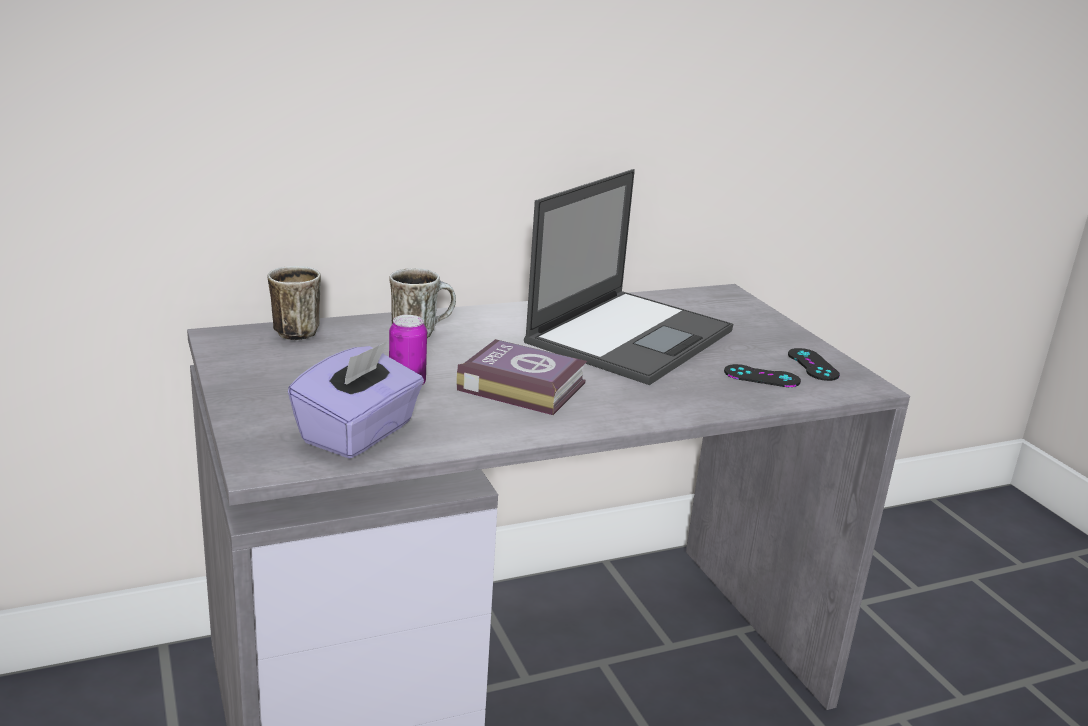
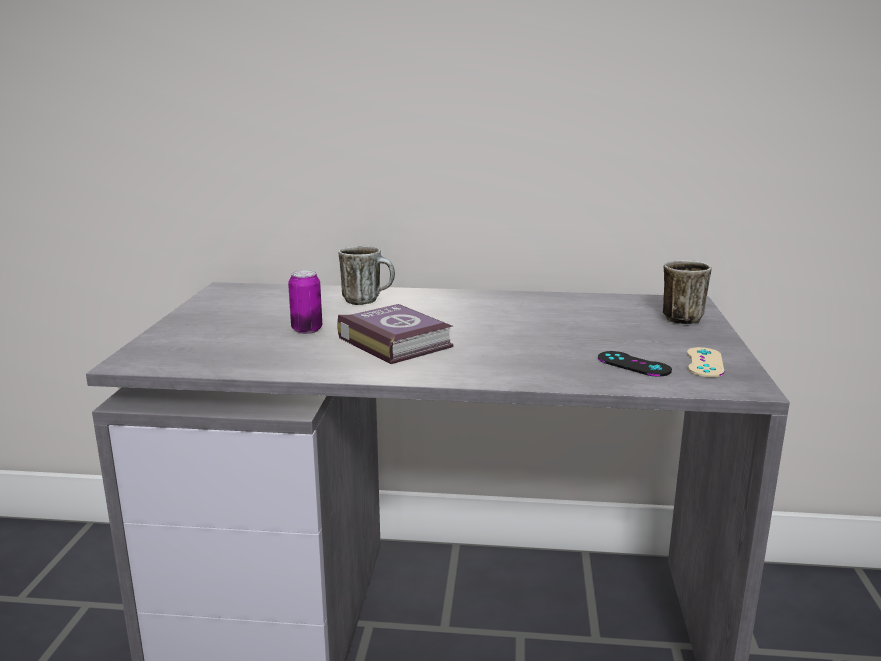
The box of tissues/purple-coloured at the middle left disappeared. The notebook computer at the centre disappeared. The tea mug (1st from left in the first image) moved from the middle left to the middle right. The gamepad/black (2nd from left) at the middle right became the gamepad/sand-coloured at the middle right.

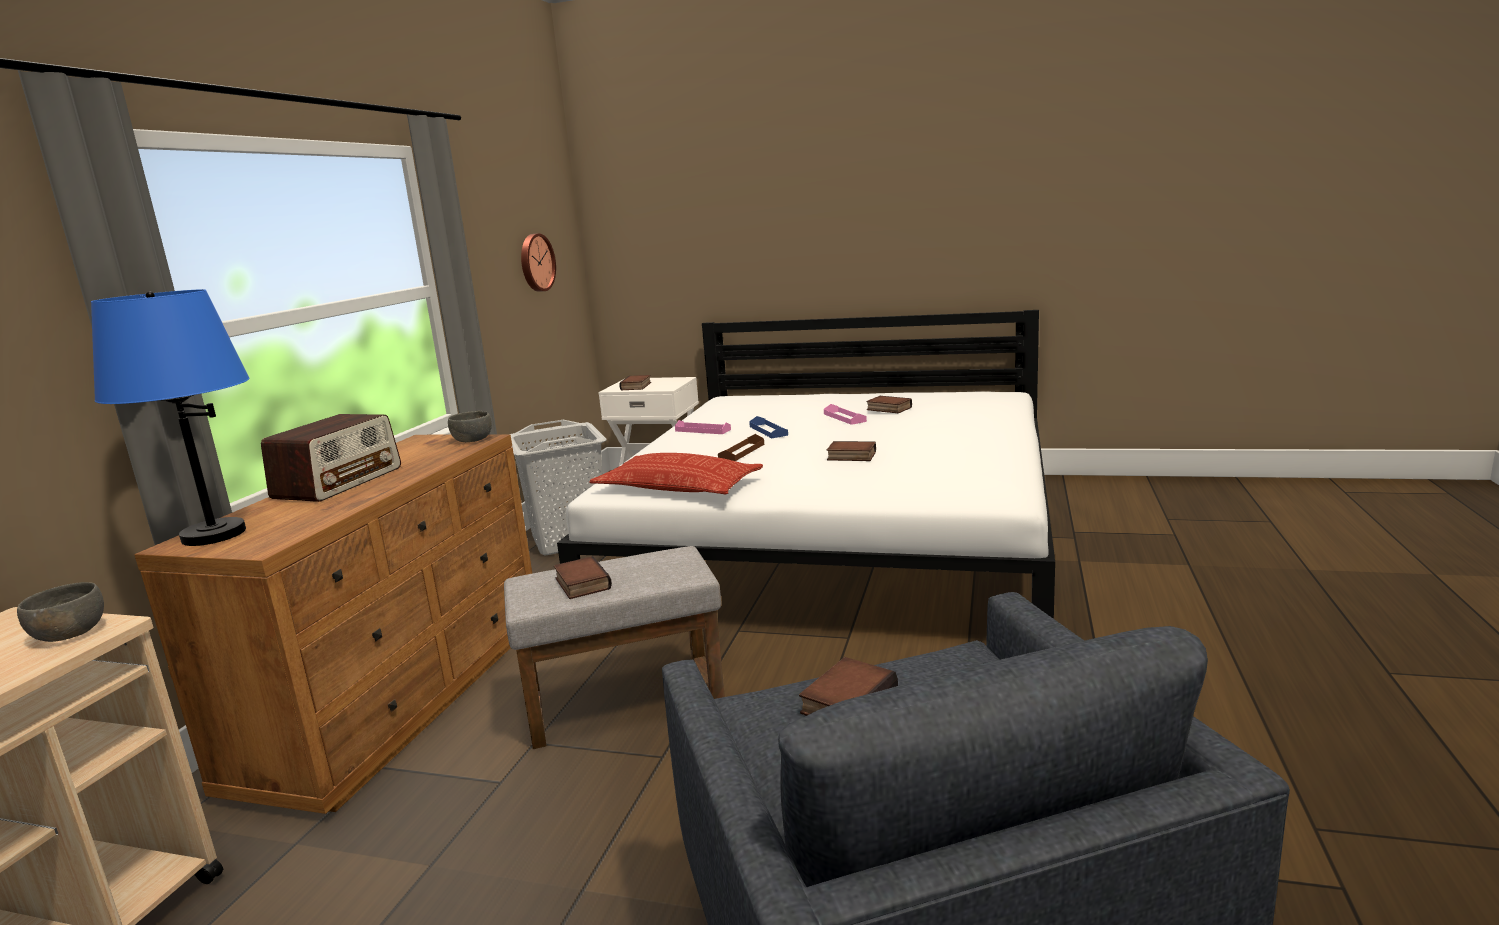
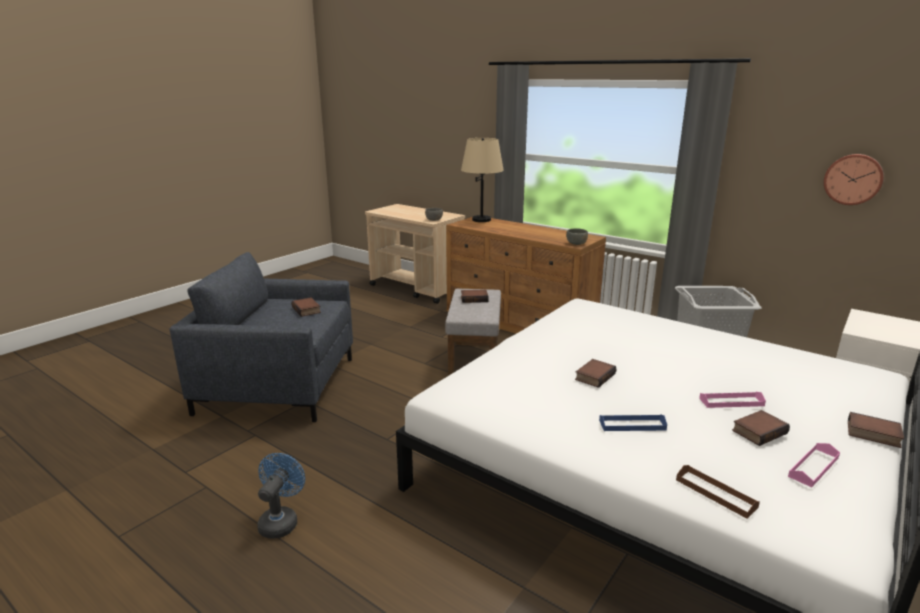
The radio receiver at the middle left disappeared. The pillow at the centre disappeared. The electric fan/bluish at the bottom left appeared. The bound book (2nd from left in the first image) moved from the centre to the bottom right. The serving tray/pinkish (1st from left in the first image) moved from the centre to the bottom right. The serving tray/brownish moved from the centre to the bottom right. The serving tray/bluish moved from the centre to the bottom right. The table lamp/bluish at the middle left became the table lamp/sand-coloured at the top centre.

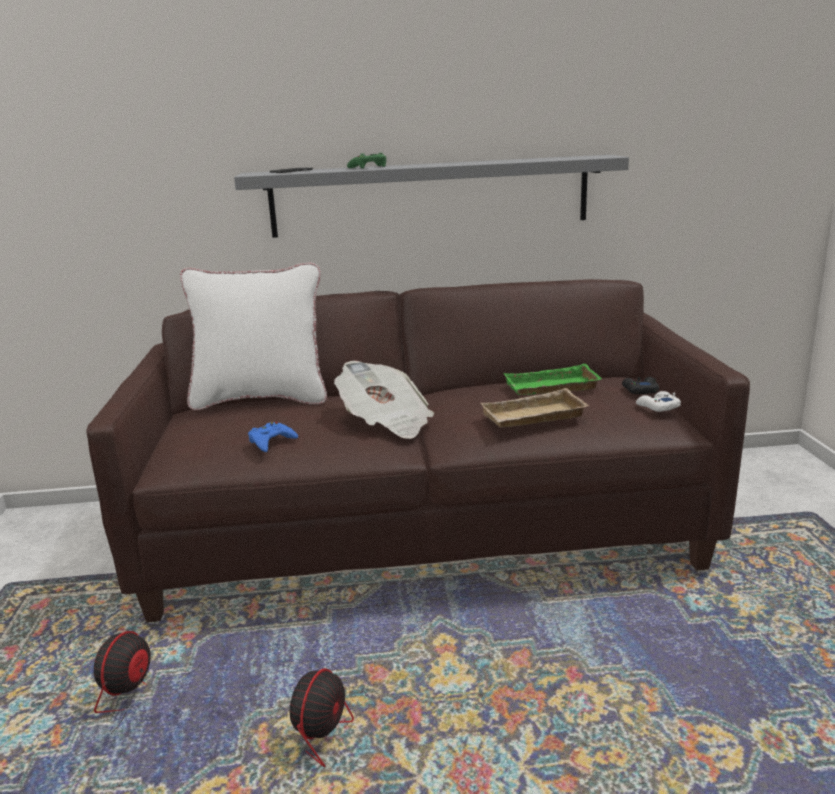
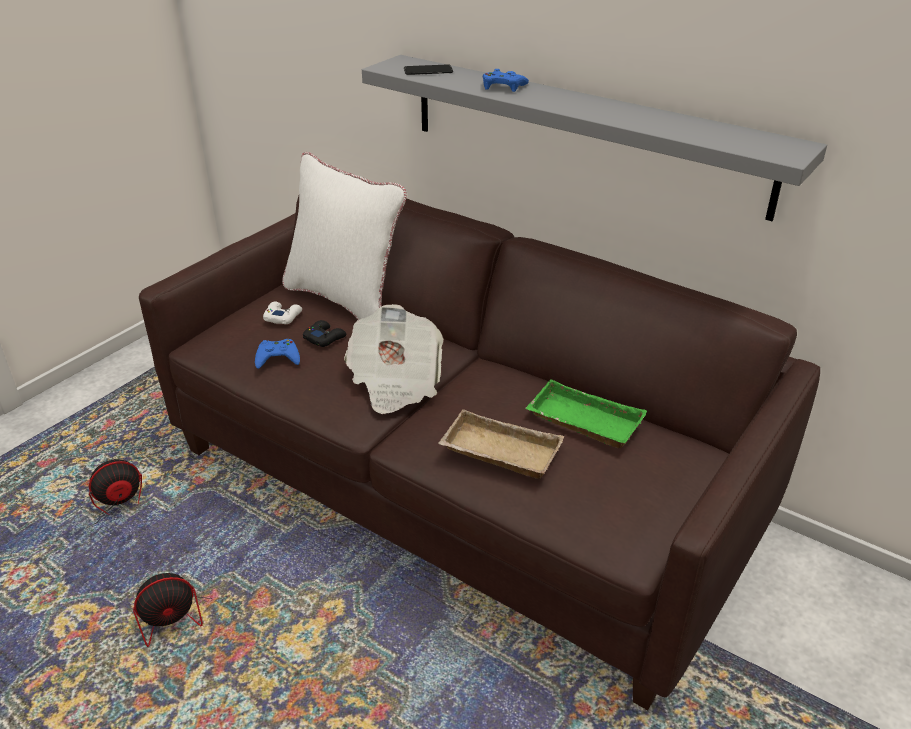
The gamepad/black moved from the middle right to the centre. The gamepad/white moved from the middle right to the middle left. The gamepad/green at the top centre became the gamepad/bluish (2nd from left) at the top centre.

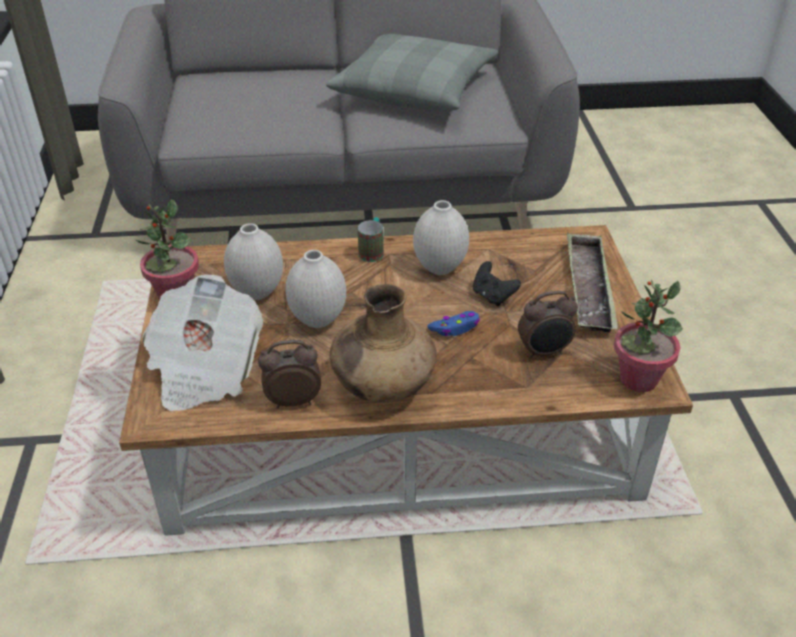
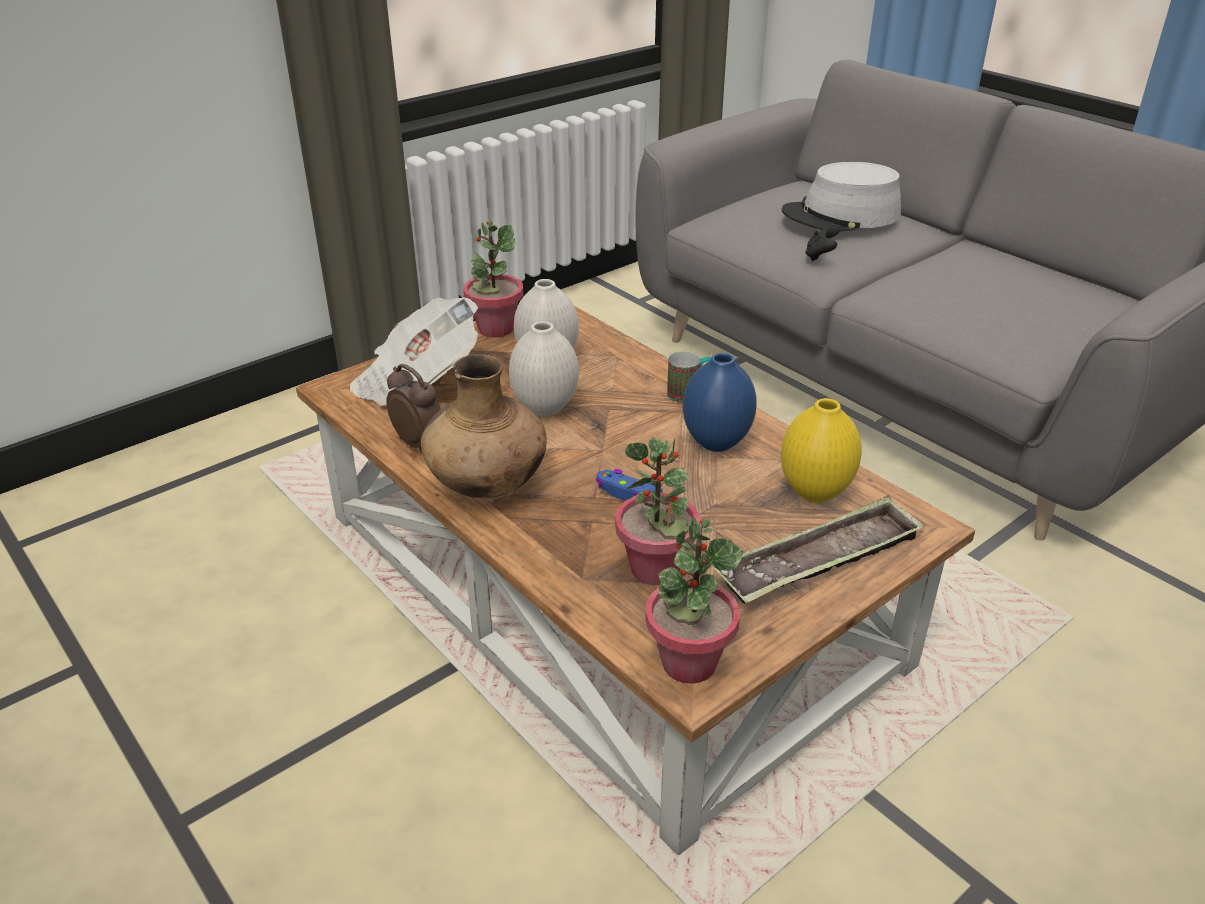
The pillow/grey at the top centre disappeared. The hat/grey at the top right appeared. The decorative vase/yellow-coloured at the middle right appeared. The gamepad/black moved from the centre to the top right. The table clock (2nd from left) at the middle right was replaced by the plant in a pot (2nd from left) at the centre. The decorative vase/white (3rd from left) at the centre became the decorative vase/bluish at the centre.

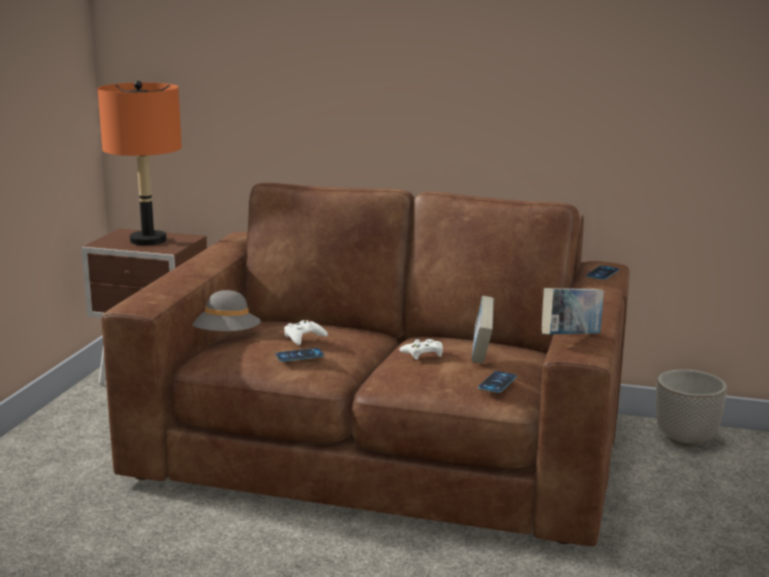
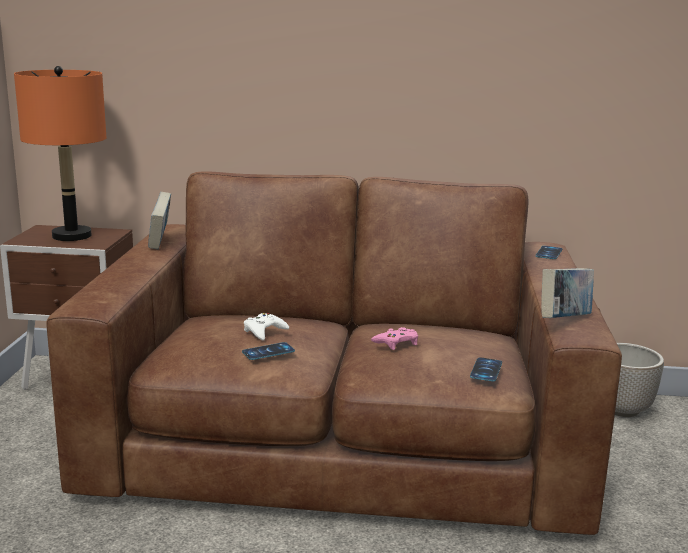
The hat/grey at the middle left disappeared. The bound book (1st from left) moved from the centre to the middle left. The gamepad/white (2nd from left) at the centre became the gamepad/pinkish at the centre.

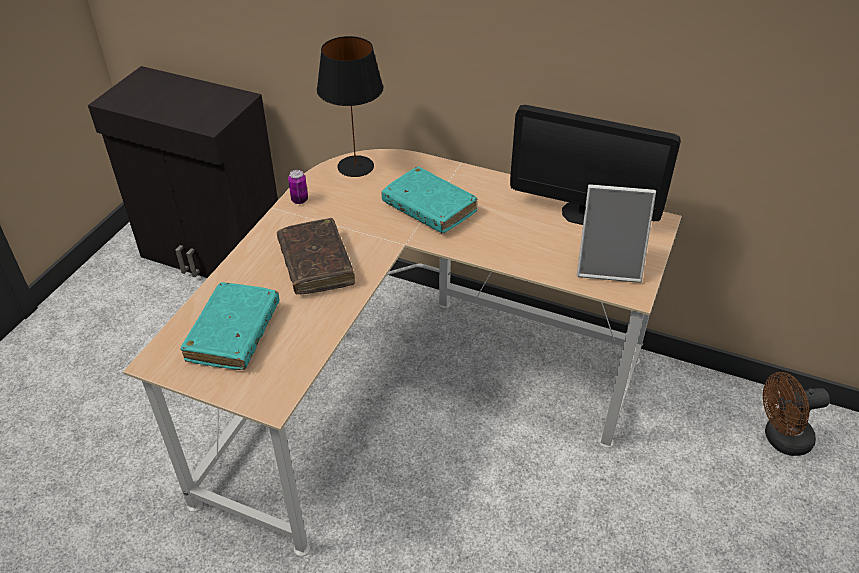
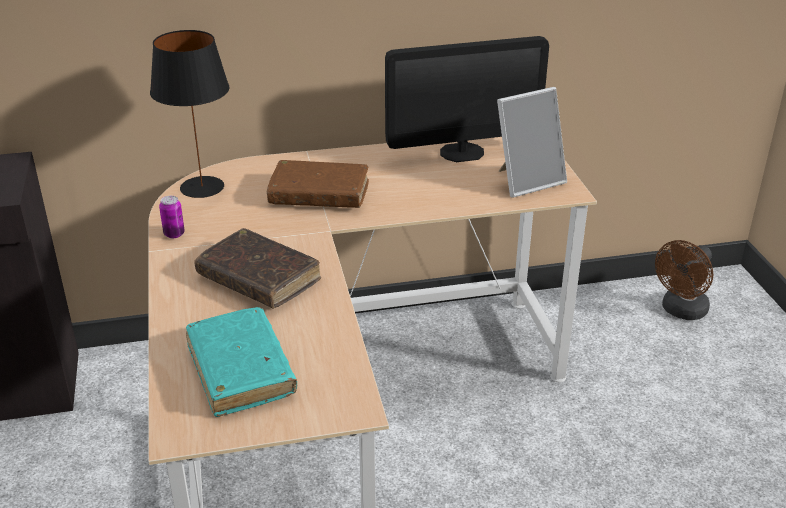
The bound book/turquoise (2nd from left) at the centre became the bound book/brownish (2nd from left) at the centre.

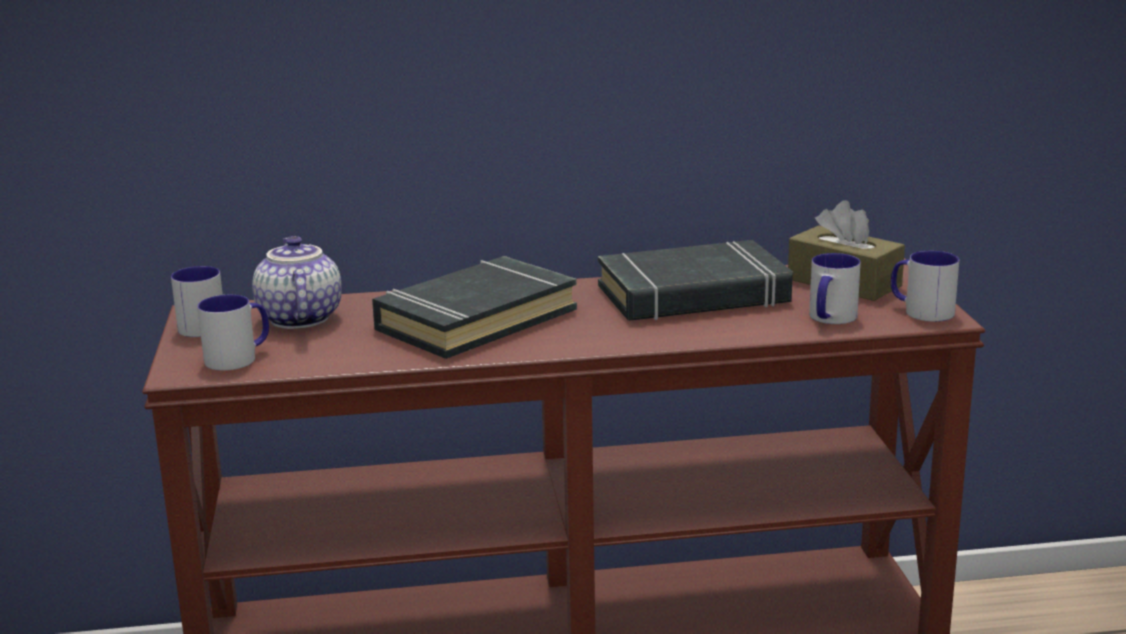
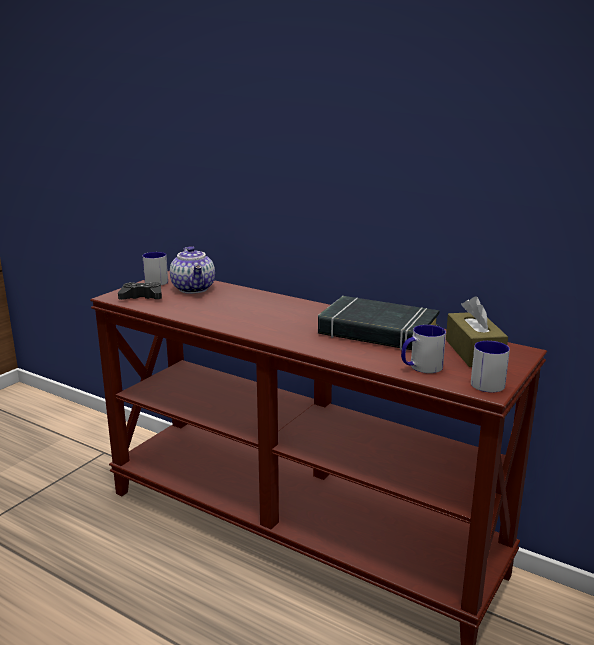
The bound book/black (1st from left) at the centre disappeared. The tea mug (2nd from left) at the middle left was replaced by the gamepad/black at the middle left. The teapot at the middle left turned 135 degrees clockwise.

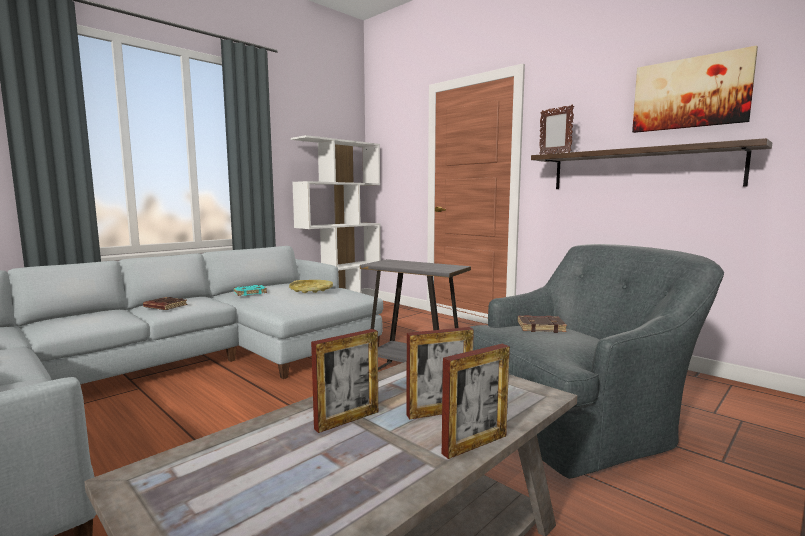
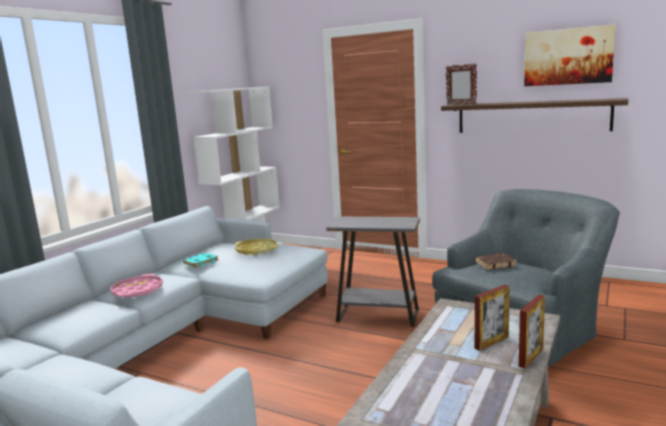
The photo frame (1st from left) at the bottom centre disappeared. The bound book/brownish (1st from left) at the middle left was replaced by the serving tray/pinkish at the bottom left.

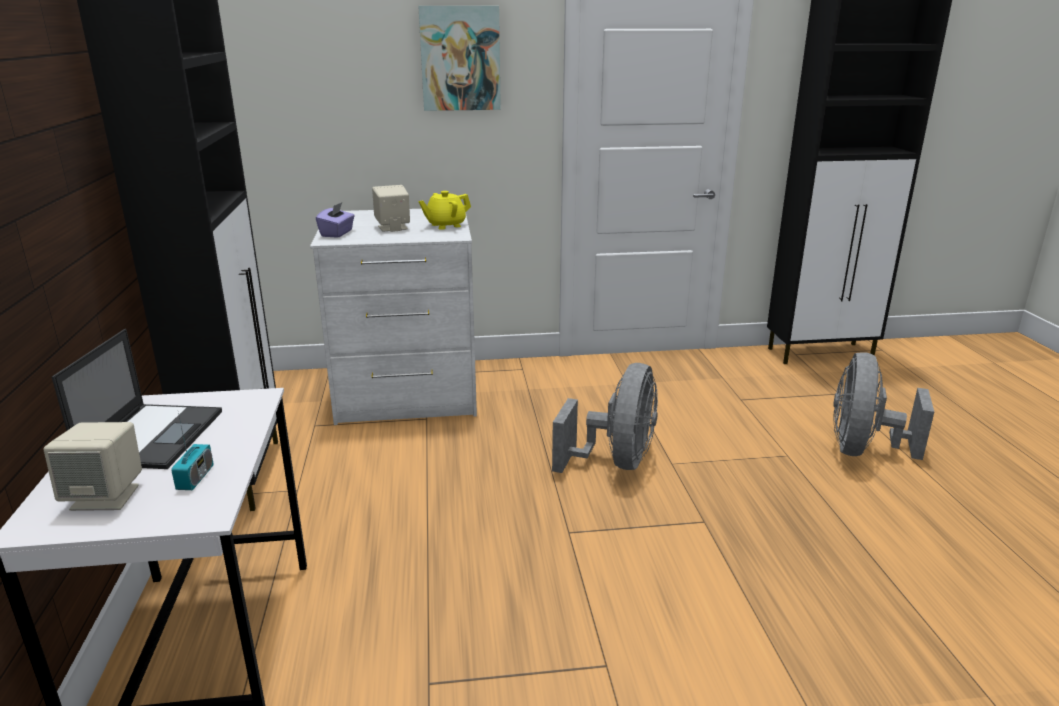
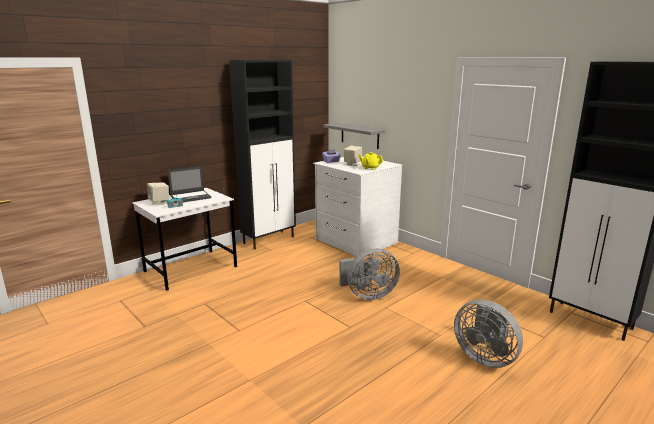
The wall art at the top centre disappeared. The shelf/grey at the top centre appeared. The electric fan/grey (2nd from left) at the middle right turned 120 degrees counterclockwise.

